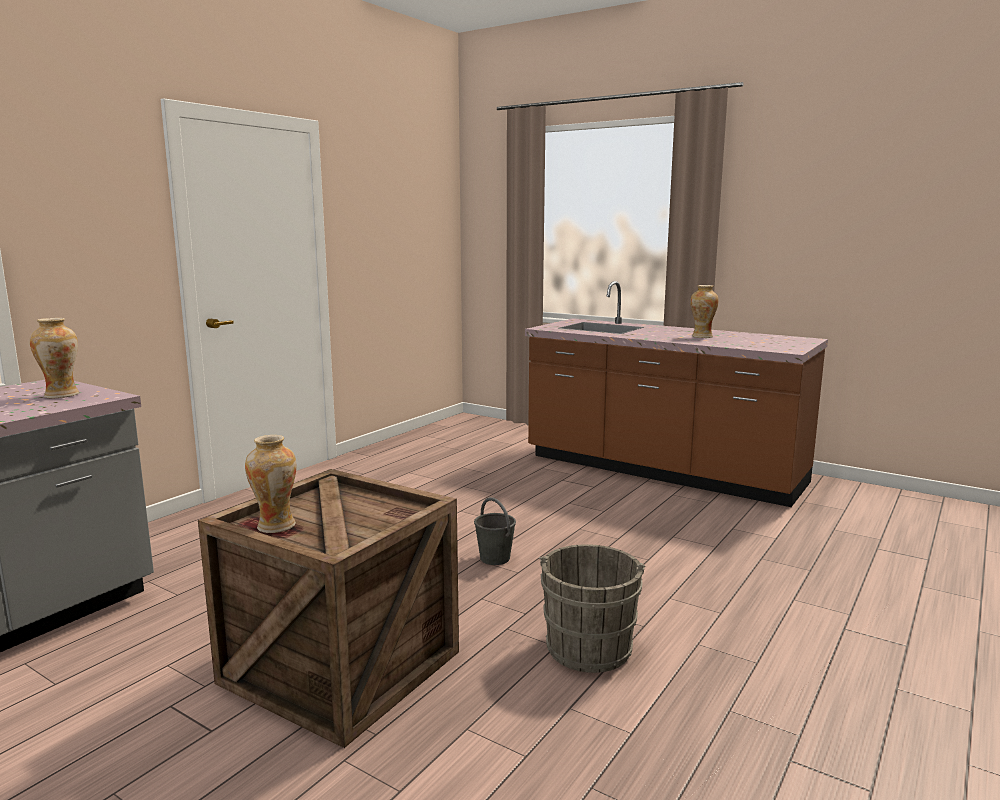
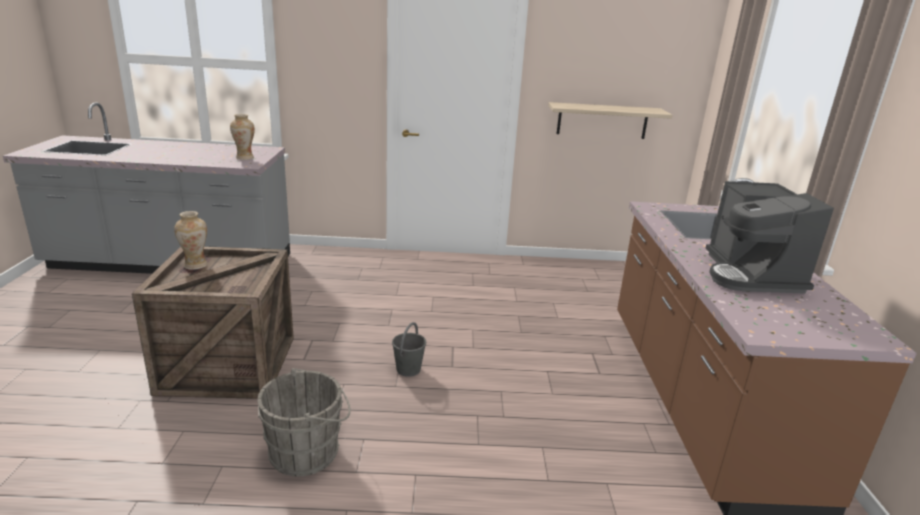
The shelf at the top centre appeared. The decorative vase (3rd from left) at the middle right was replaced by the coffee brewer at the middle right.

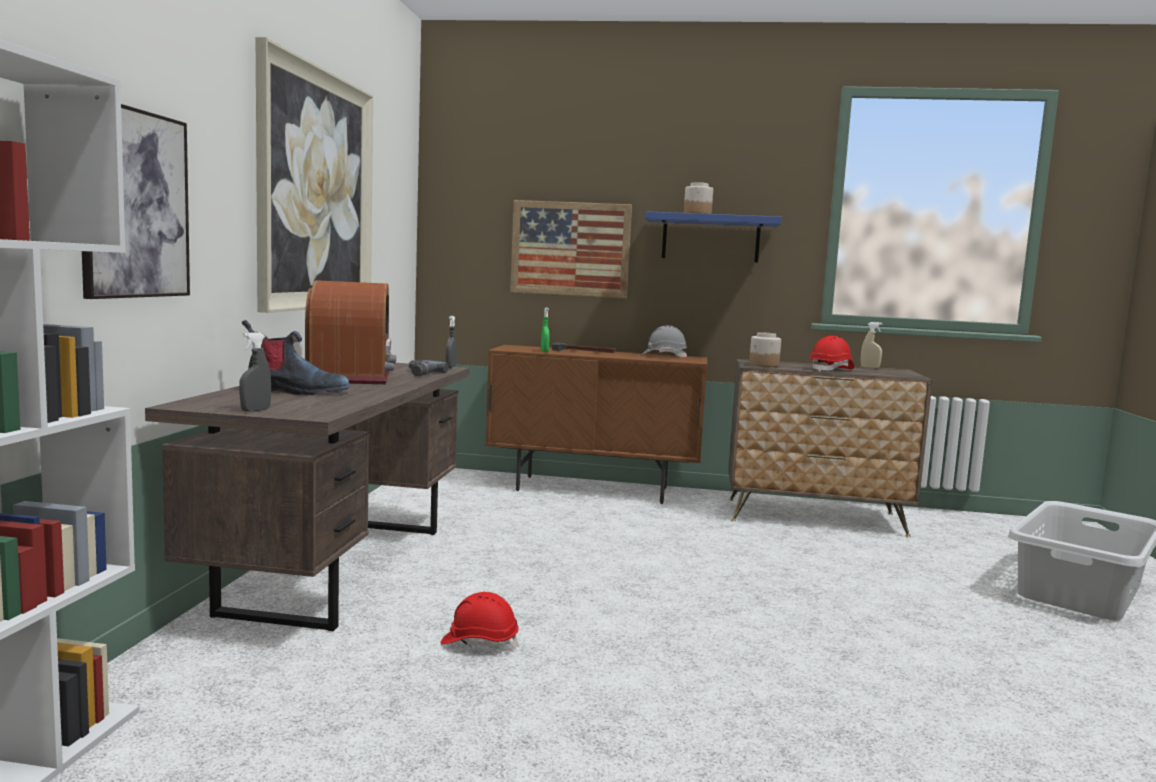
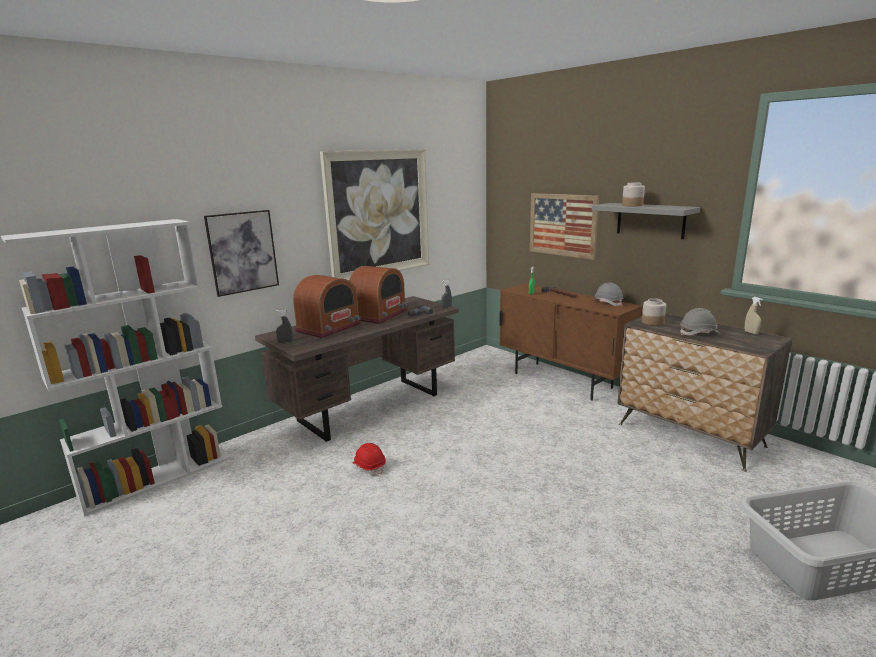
The boot at the middle left was replaced by the radio receiver (1st from left) at the centre. The shelf/bluish at the top centre became the shelf/grey at the middle right. The hard hat/reddish (2nd from left) at the middle right became the hard hat/grey (2nd from left) at the middle right.

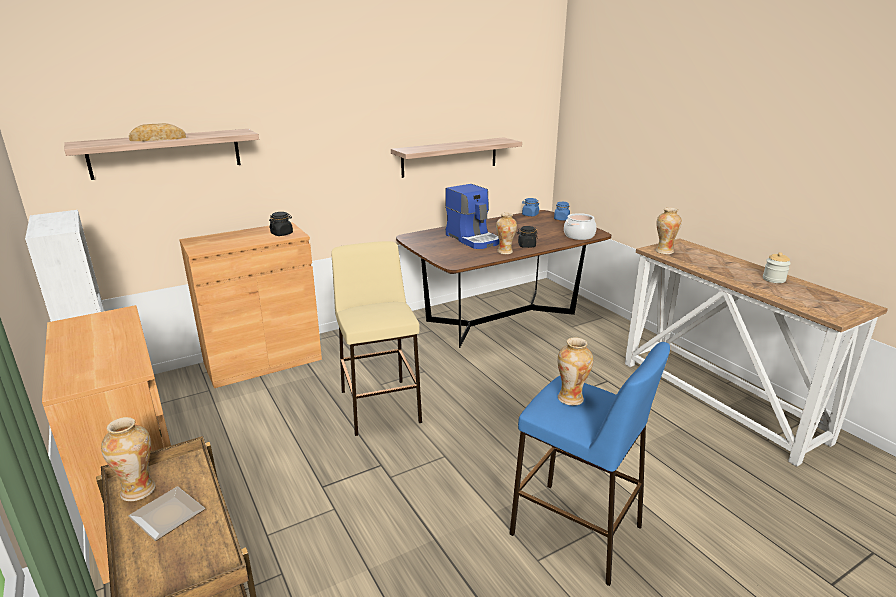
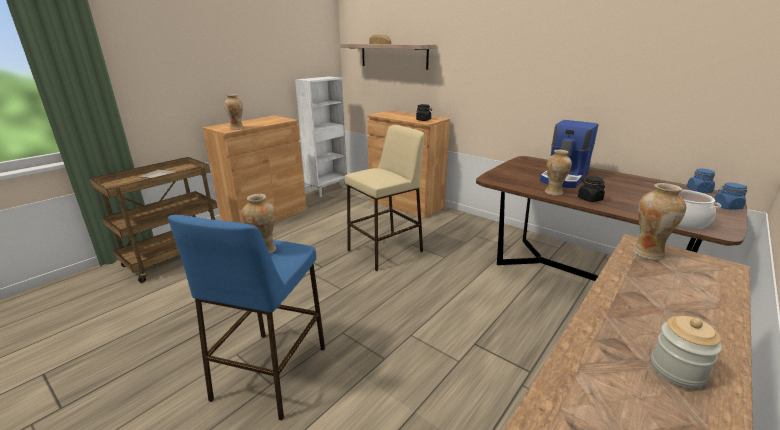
The shelf (2nd from left) at the top centre disappeared. The decorative vase (1st from left) moved from the bottom left to the top left.

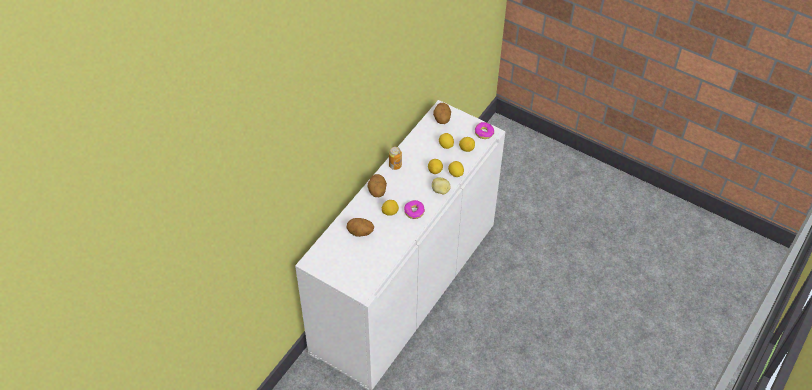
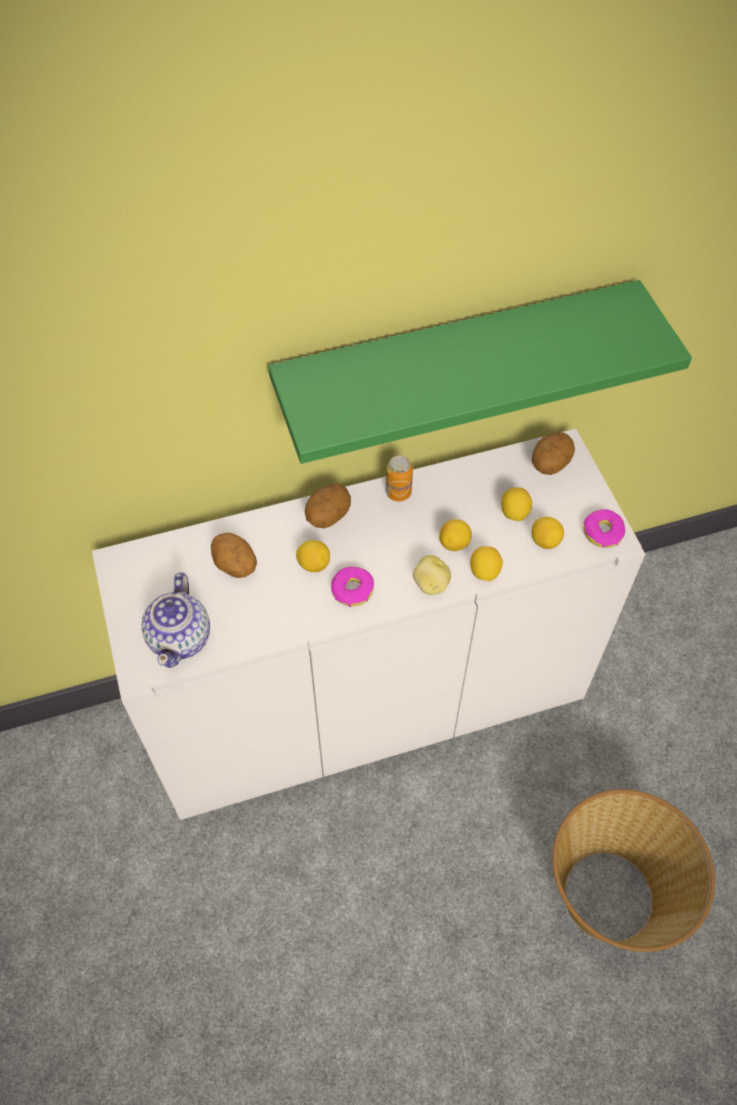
The teapot at the middle left appeared. The shelf/green at the centre appeared. The storage basket at the bottom right appeared.

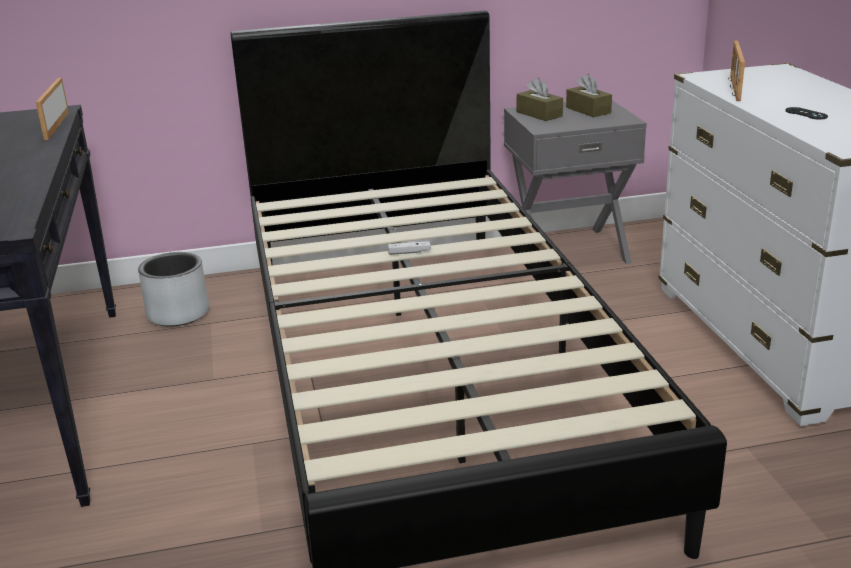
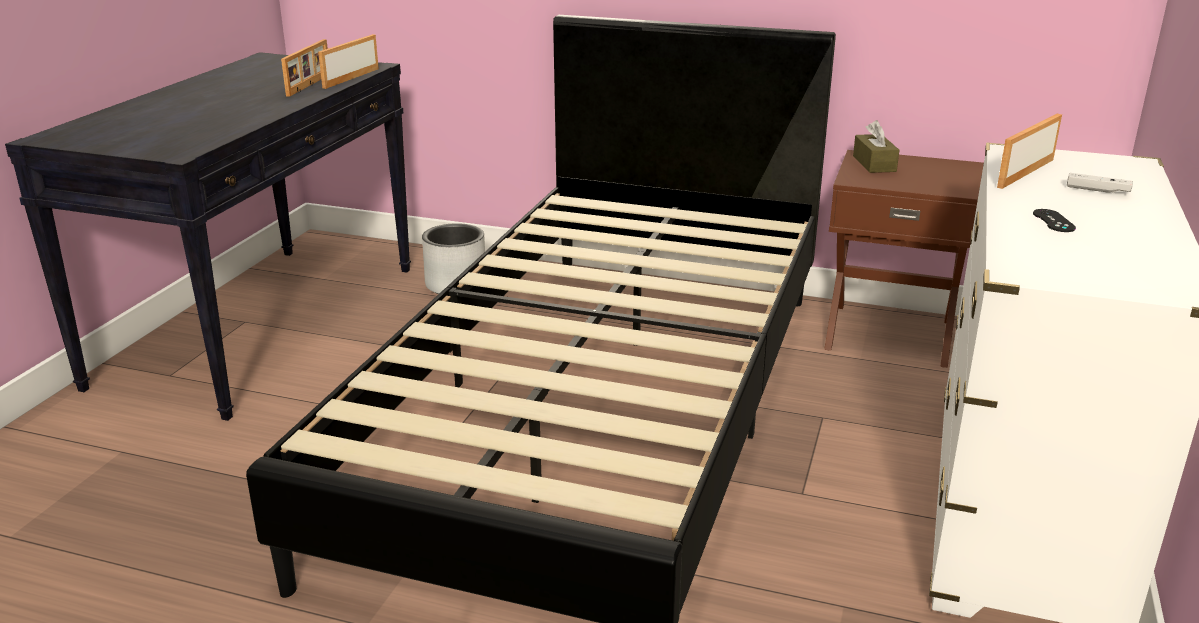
The box of tissues/brownish (2nd from left) at the top right disappeared. The photo frame (1st from left) at the top left appeared. The gamepad/white moved from the centre to the top right. The nightstand/grey at the top right became the nightstand/brownish at the middle right.

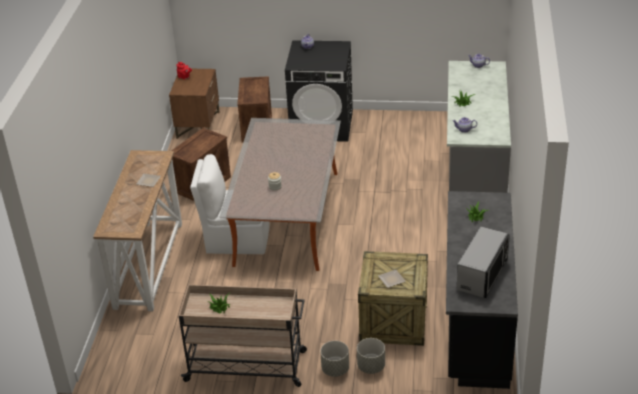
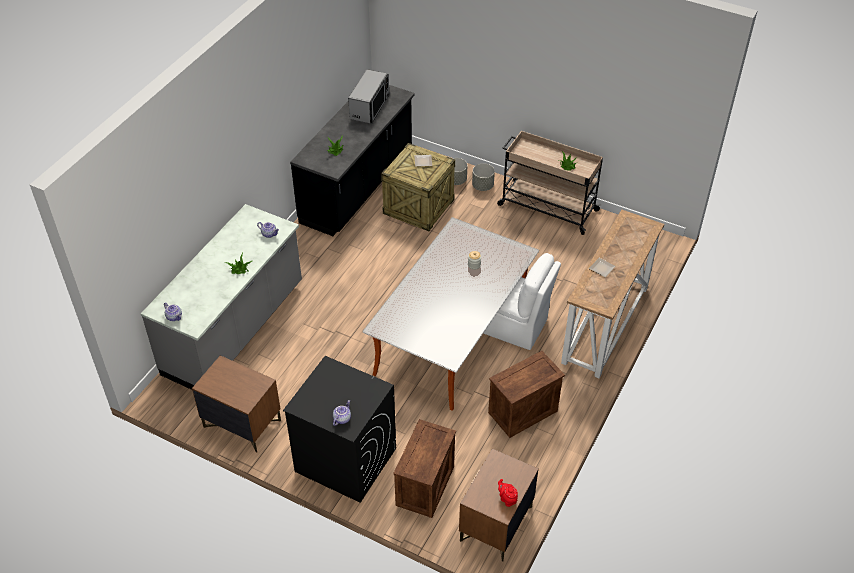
The nightstand/brownish (1st from left) at the bottom left appeared. The kitchen microwave at the middle right turned 150 degrees clockwise.

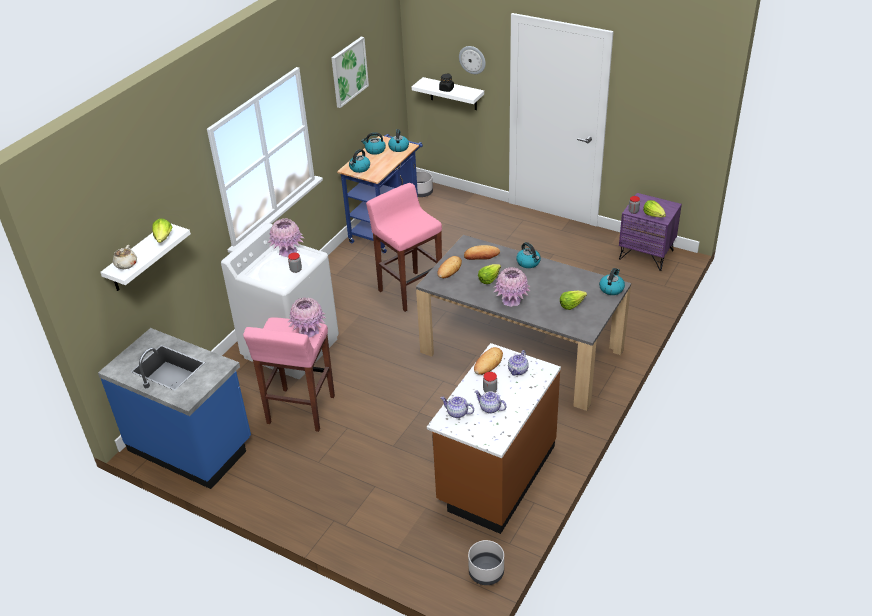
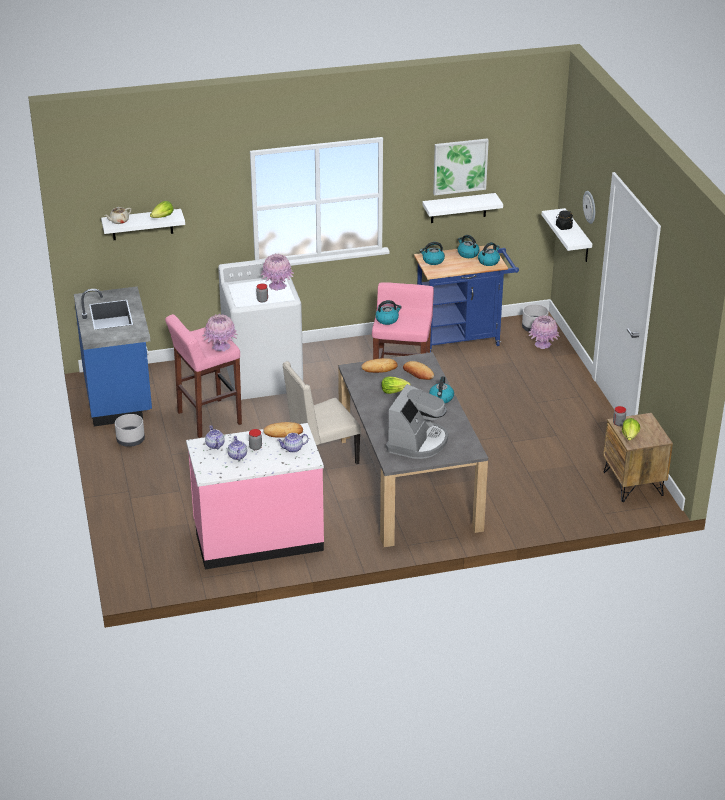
The chair/sand-coloured at the centre appeared. The shelf/white (2nd from left) at the top centre appeared. The flower pot/grey (2nd from left in the first image) moved from the bottom centre to the middle left. The decorative vase/pinkish (3rd from left) moved from the centre to the middle right. The tea kettle (5th from left in the first image) moved from the middle right to the centre. The lettuce (3rd from left) at the centre was replaced by the coffee brewer at the centre. The kitchen counter/brownish at the bottom centre became the kitchen counter/pinkish at the centre. The nightstand/purple-coloured at the middle right became the nightstand/brownish at the middle right.

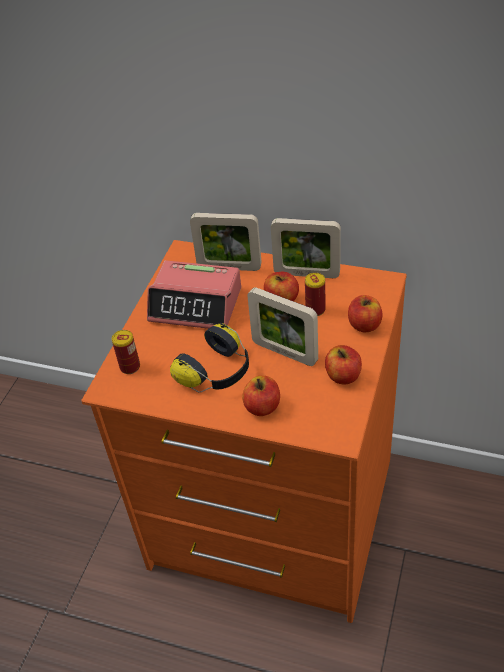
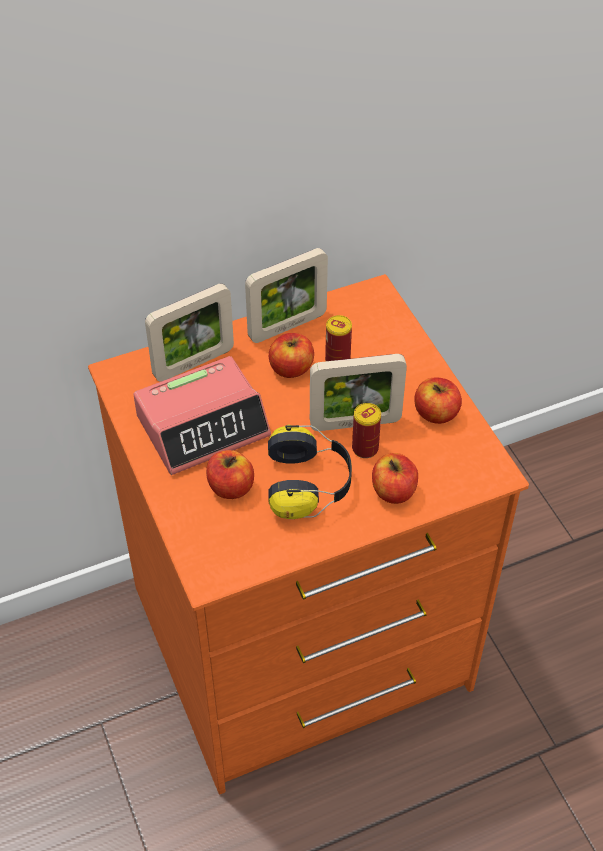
The sealed can (1st from left in the first image) moved from the middle left to the centre. The apple fruit (4th from left in the first image) moved from the middle right to the centre.

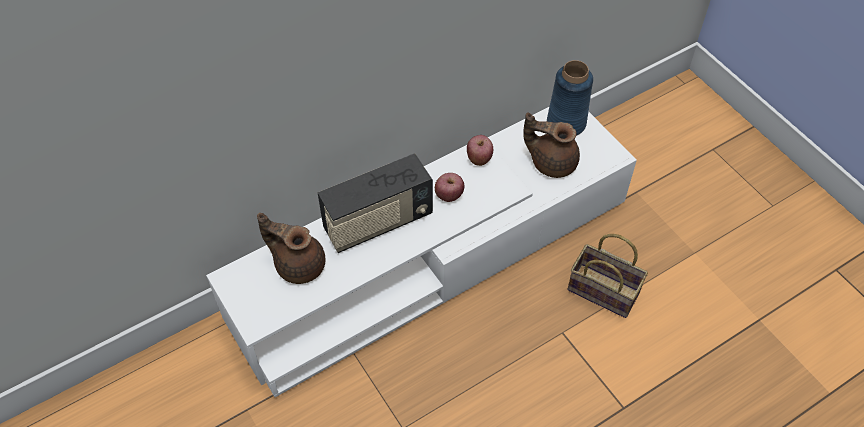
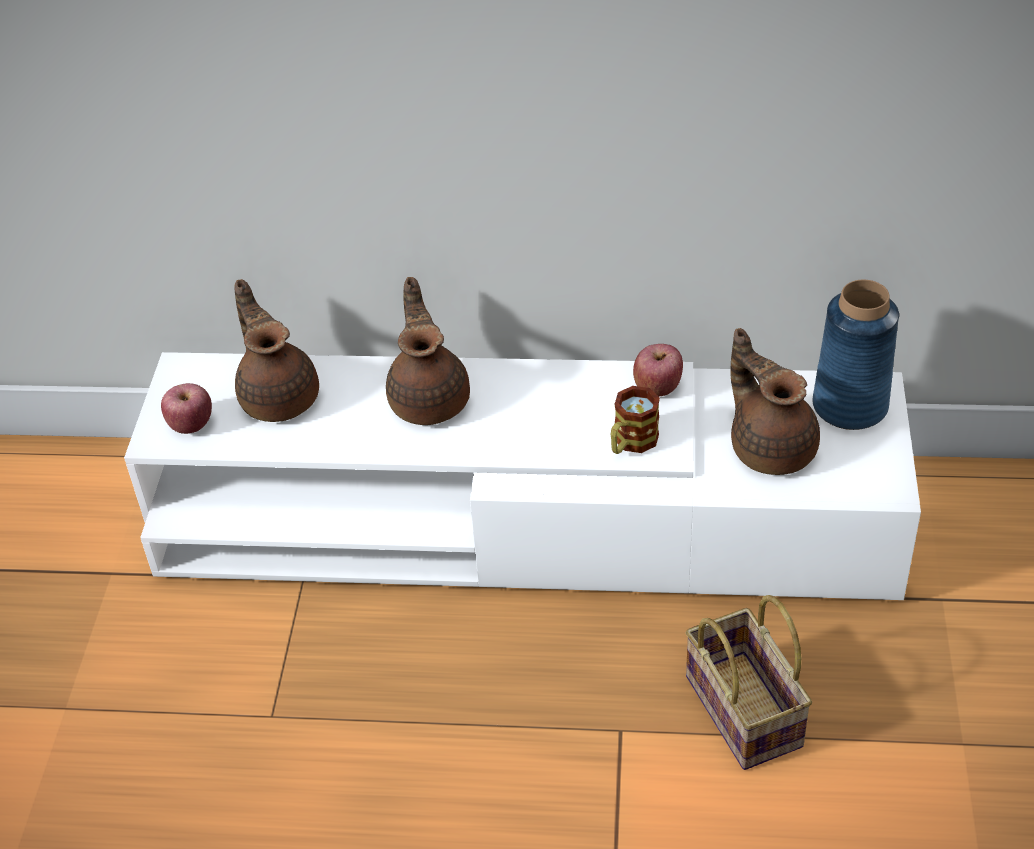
The tea mug at the centre appeared. The apple fruit (1st from left) moved from the centre to the middle left. The radio receiver at the centre was replaced by the teapot/brownish (2nd from left) at the centre.

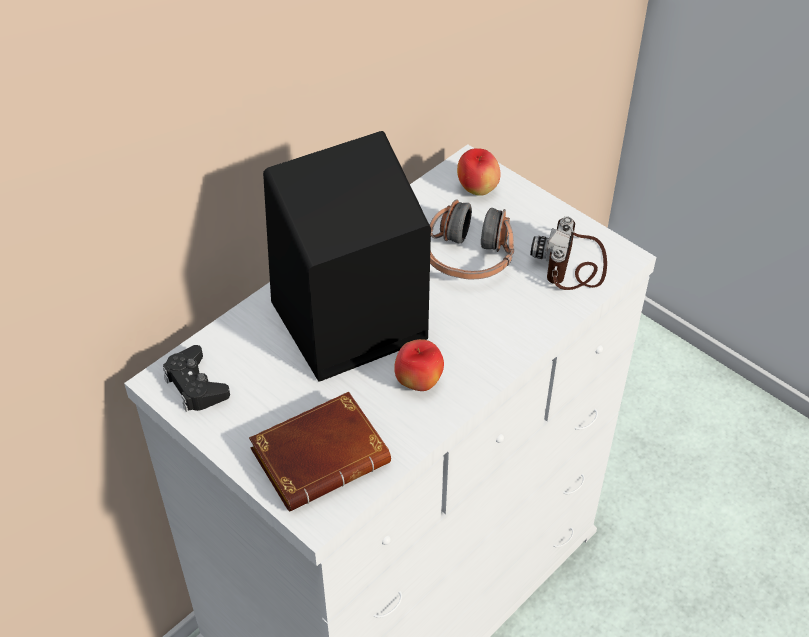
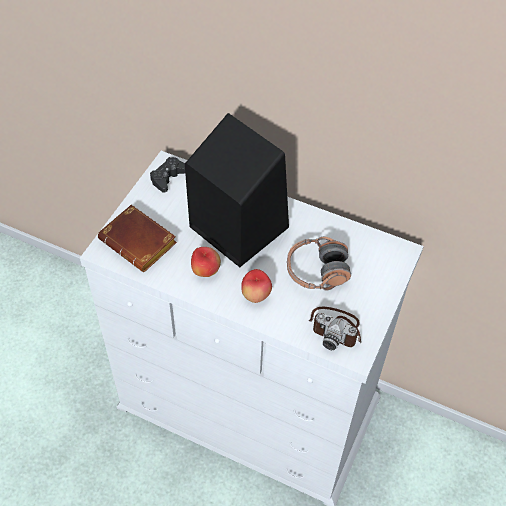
The apple fruit (2nd from left) moved from the top centre to the centre. The photo camera at the middle right turned 150 degrees counterclockwise.

